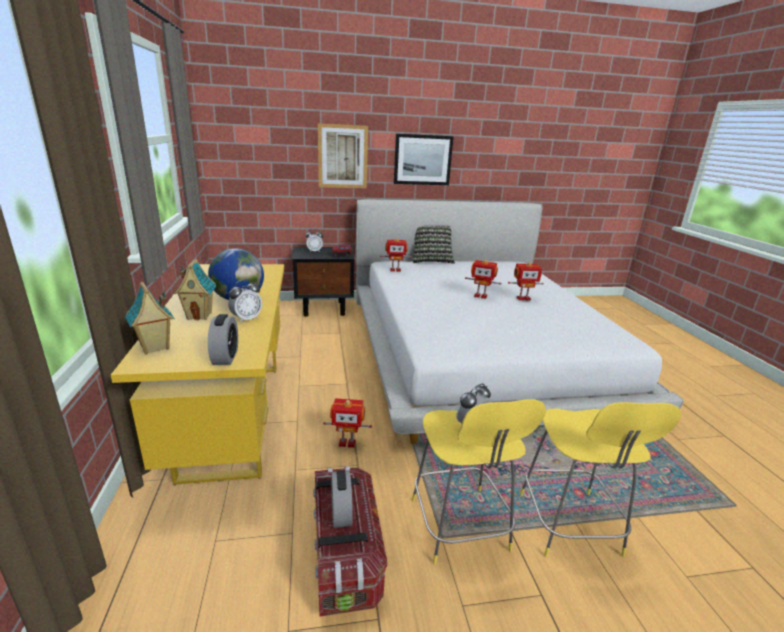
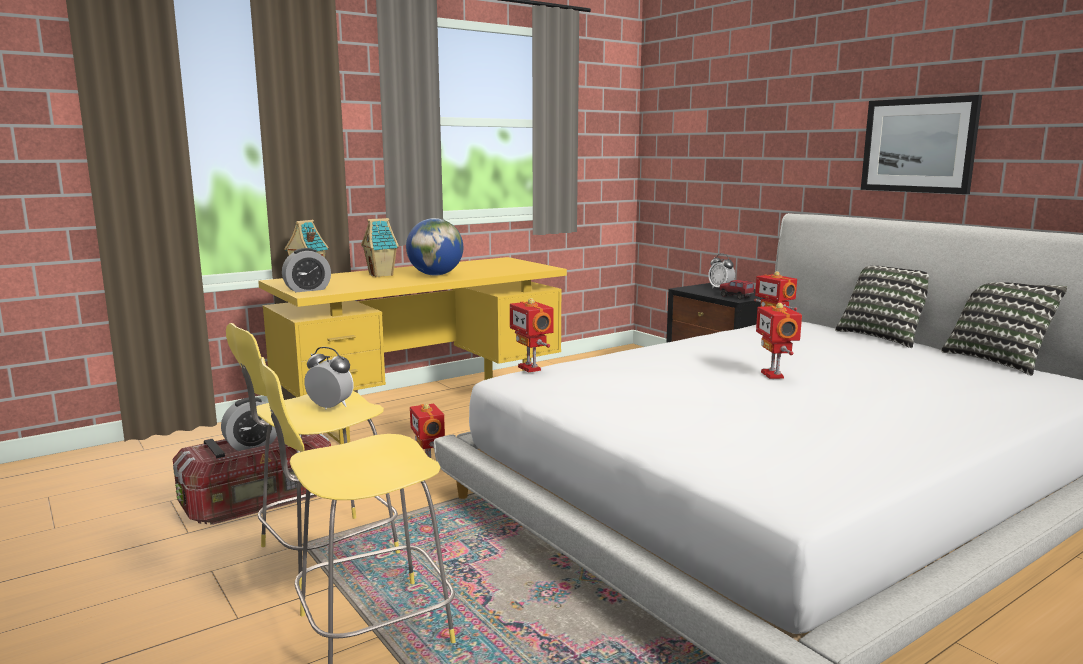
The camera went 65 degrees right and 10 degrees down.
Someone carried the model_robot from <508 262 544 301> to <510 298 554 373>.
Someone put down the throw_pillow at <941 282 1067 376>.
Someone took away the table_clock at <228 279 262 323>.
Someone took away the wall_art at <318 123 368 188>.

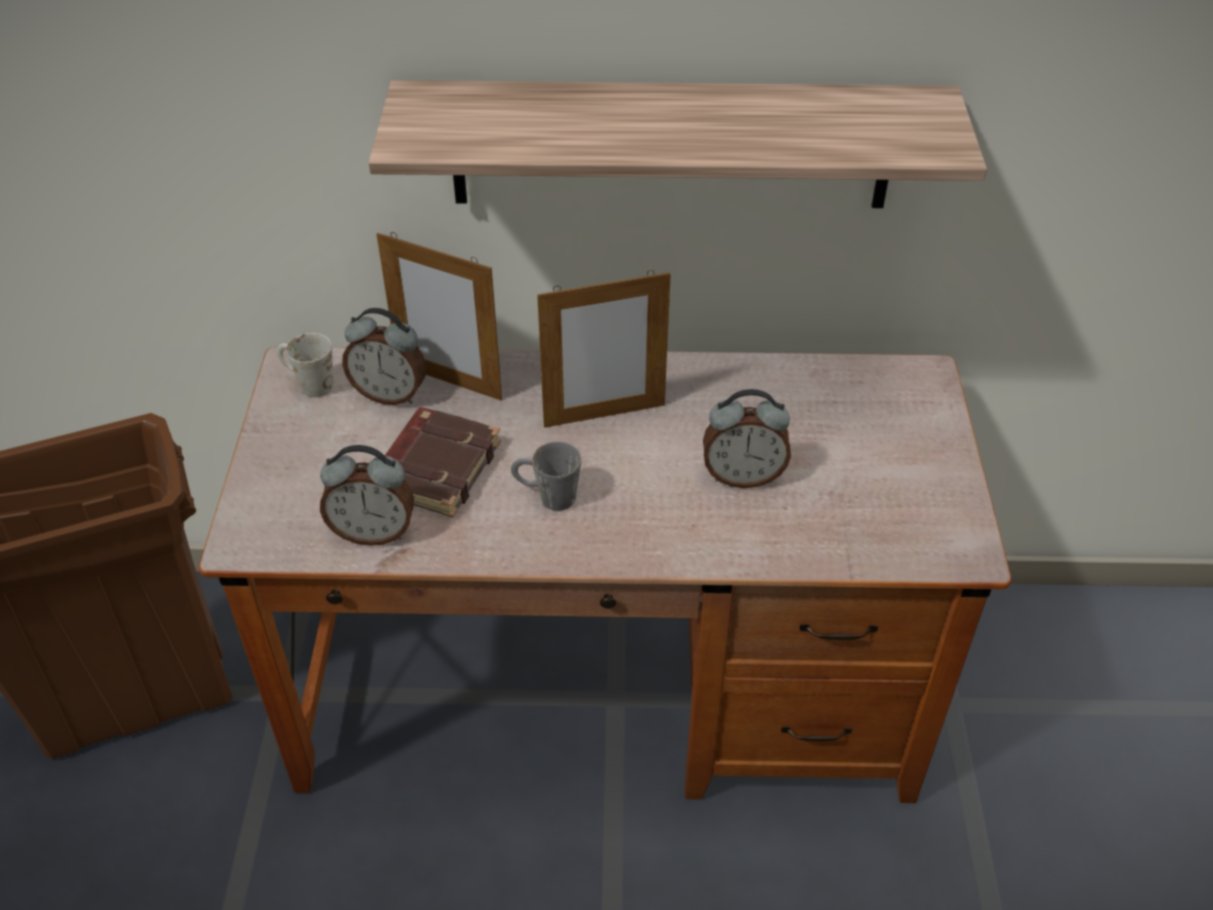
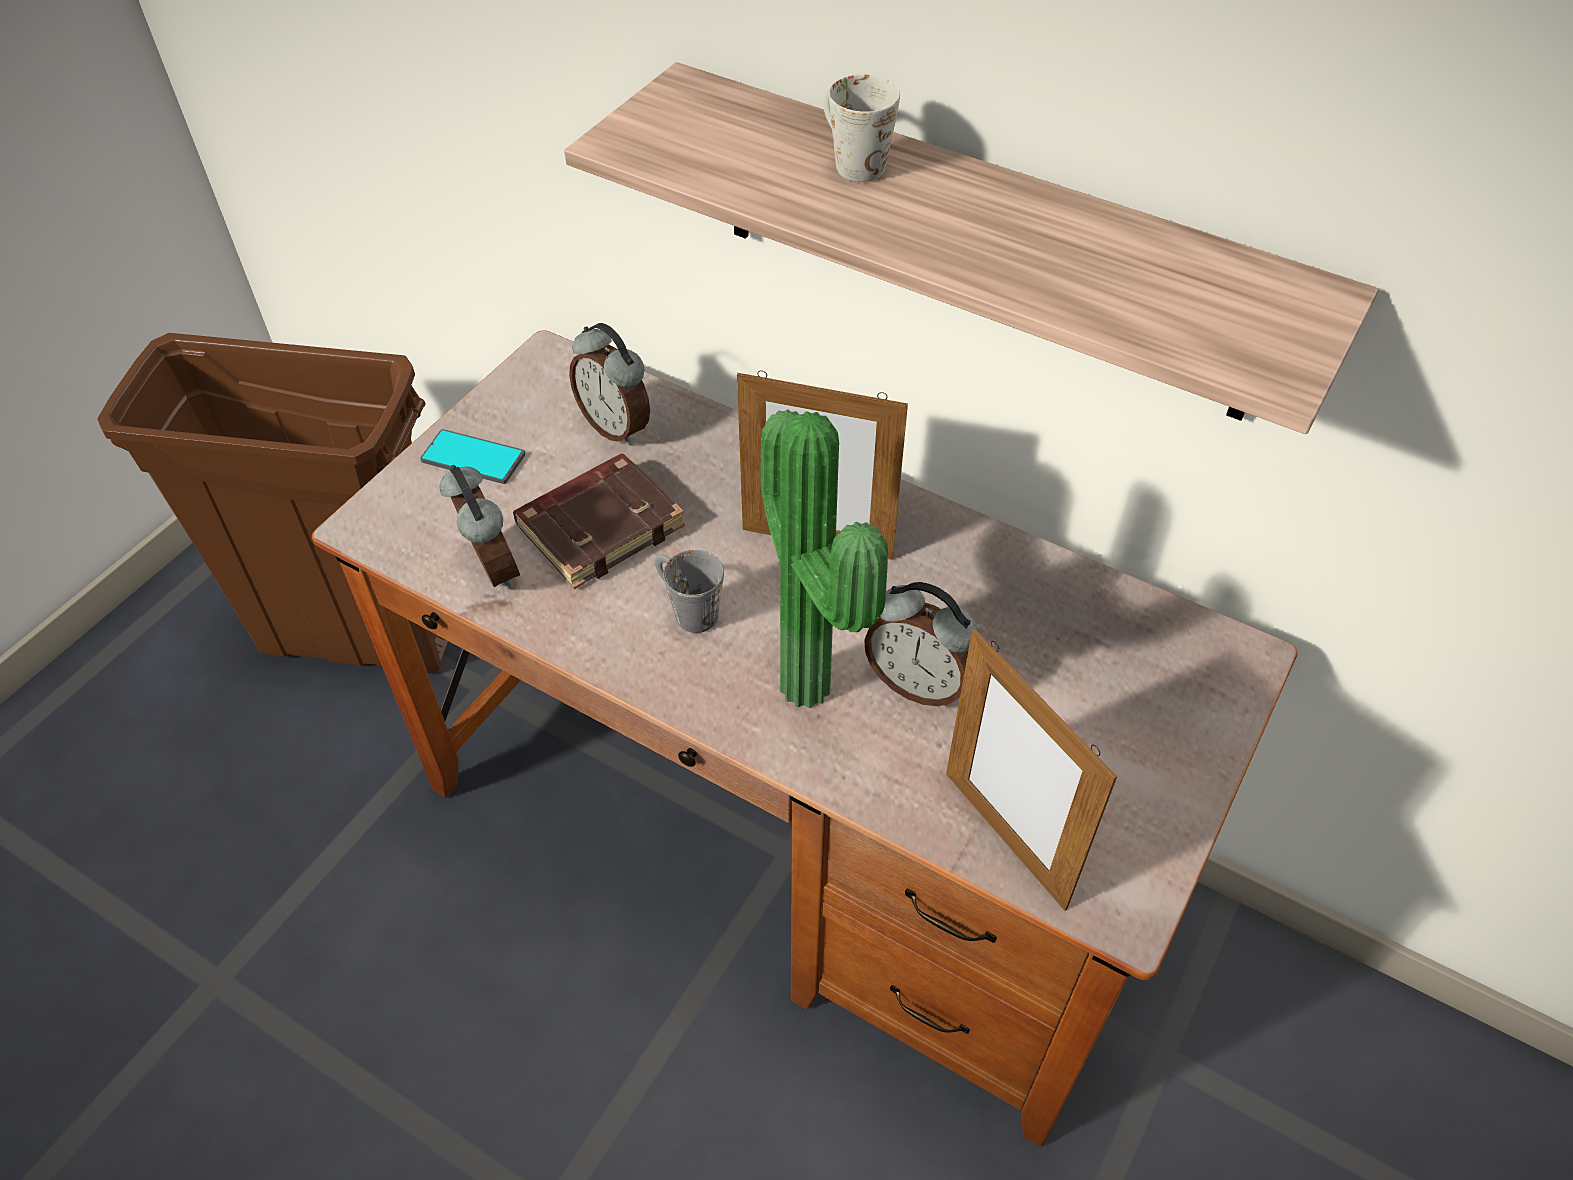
The camera went 30 degrees right and 5 degrees up.
Someone put down the telephone at <420 429 525 484>.
Someone rotated the table_clock at <320 445 414 546> by 150 degrees counterclockwise.
Someone put down the houseplant at <760 409 888 708>.
Someone carried the white_mug from <277 333 333 397> to <823 74 900 182>.
Someone carried the standing_frame from <377 232 502 400> to <946 629 1117 911>.

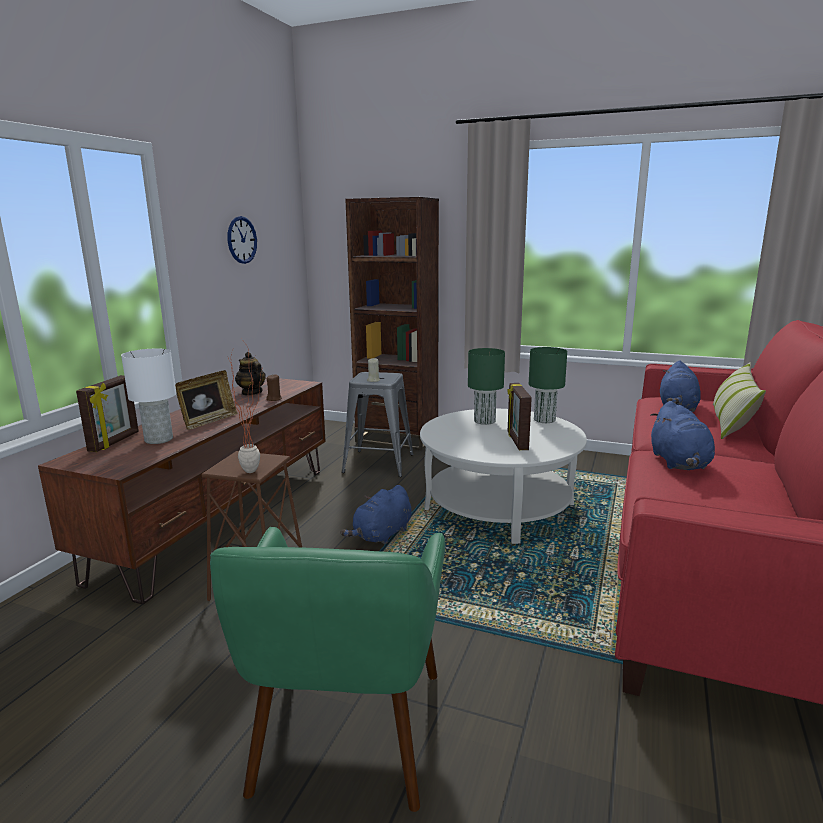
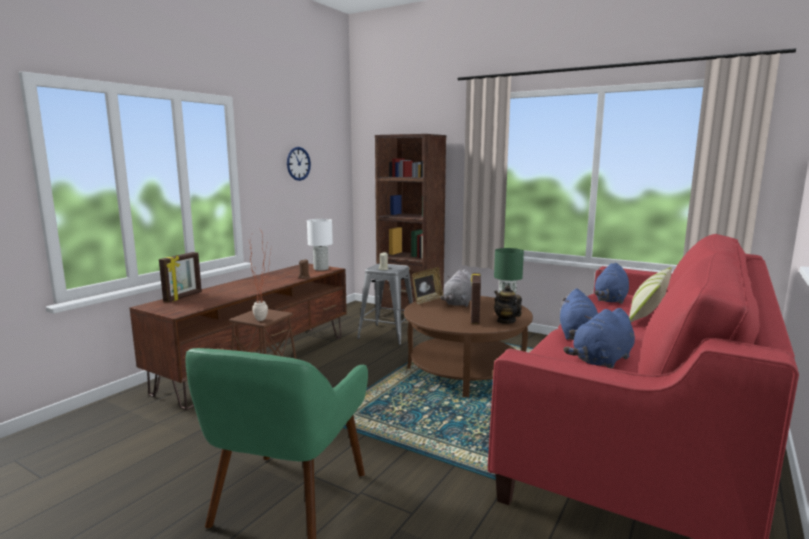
The camera went 10 degrees right and 5 degrees down.
Someone carried the white_tabletop_lamp from <121 349 176 444> to <307 219 333 271>.
Someone repainted the white_coffee_table at <420 409 587 544>, which became the brownish_coffee_table at <404 296 533 397>.
Someone carried the standing_frame from <175 370 238 430> to <412 267 444 304>.
Someone swapped the green-coloured_tabletop_lamp at <468 348 505 425> for the gray_plush_toy at <440 269 472 307>.
Someone carried the tea_pot from <235 352 266 395> to <494 285 522 324>.
Someone carried the bluish_plush_toy from <340 485 412 545> to <563 308 635 369>.

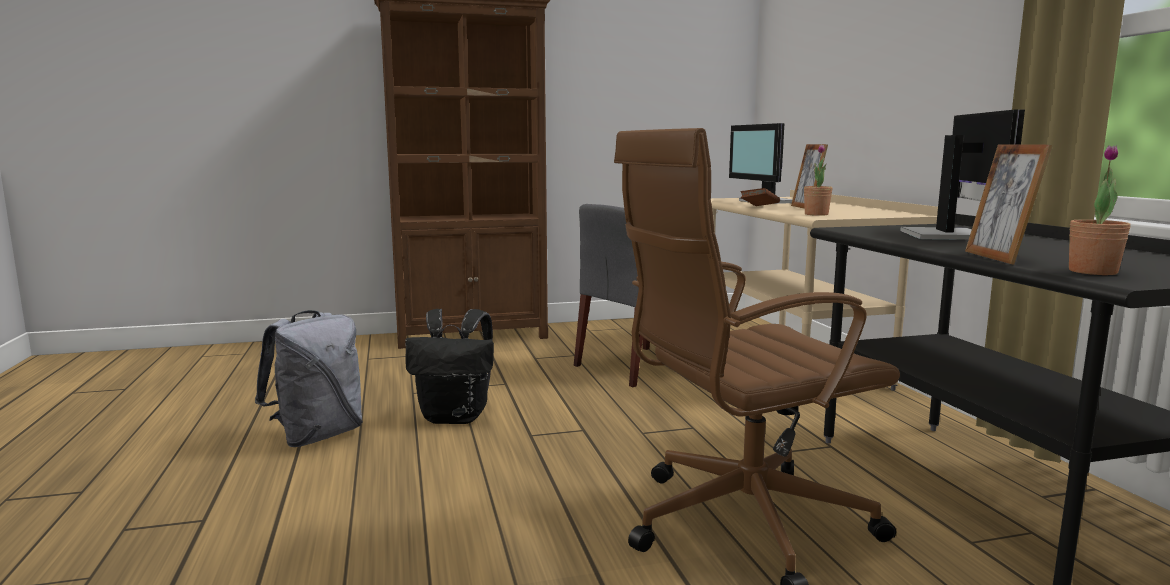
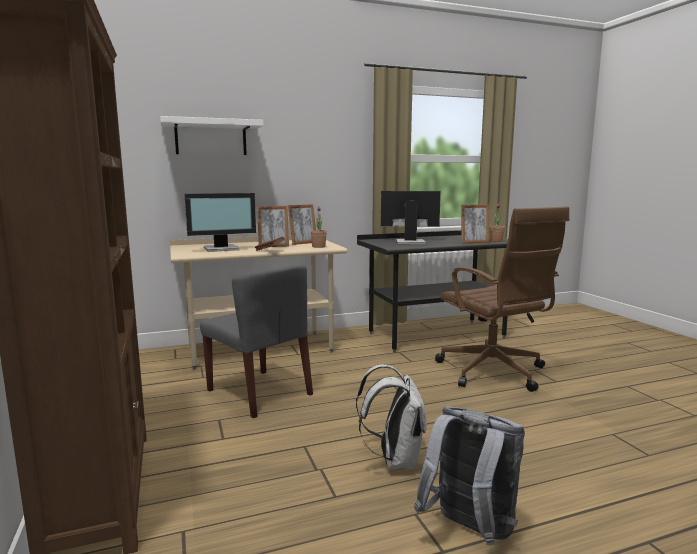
The camera went 95 degrees left and 0 degrees up.
Someone put up the white_wall_shelf at <160 116 264 155>.
Someone put down the standing_frame at <288 204 316 245>.
Someone repainted the black_rucksack at <405 309 494 424>, which became the white_rucksack at <356 364 427 469>.

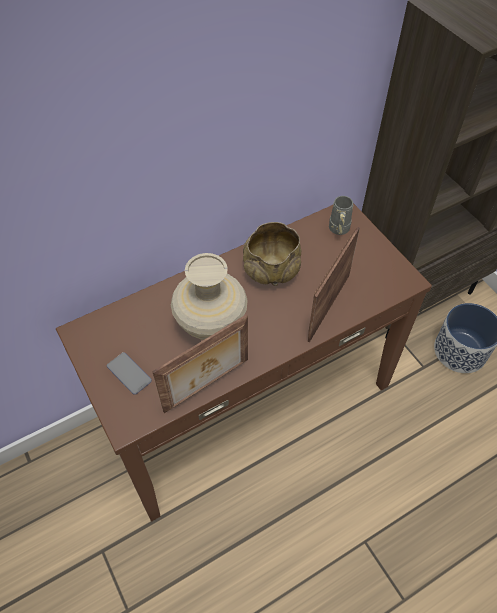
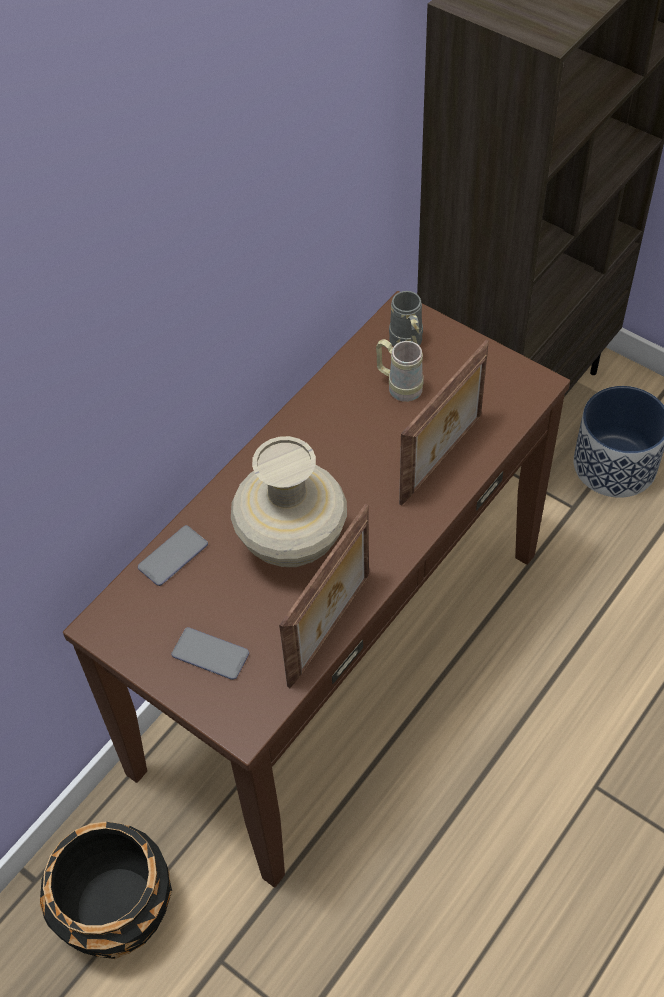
The camera went 20 degrees left and 0 degrees up.
Someone put down the black_flower_pot at <40 821 172 959>.
Someone put down the telephone at <138 525 208 586>.
Someone put down the beige-coloured_mug at <376 339 423 402>.
Someone rotated the standing_frame at <308 227 360 342> by 150 degrees counterclockwise.
Someone took away the beige-coloured_bowl at <243 222 301 286>.

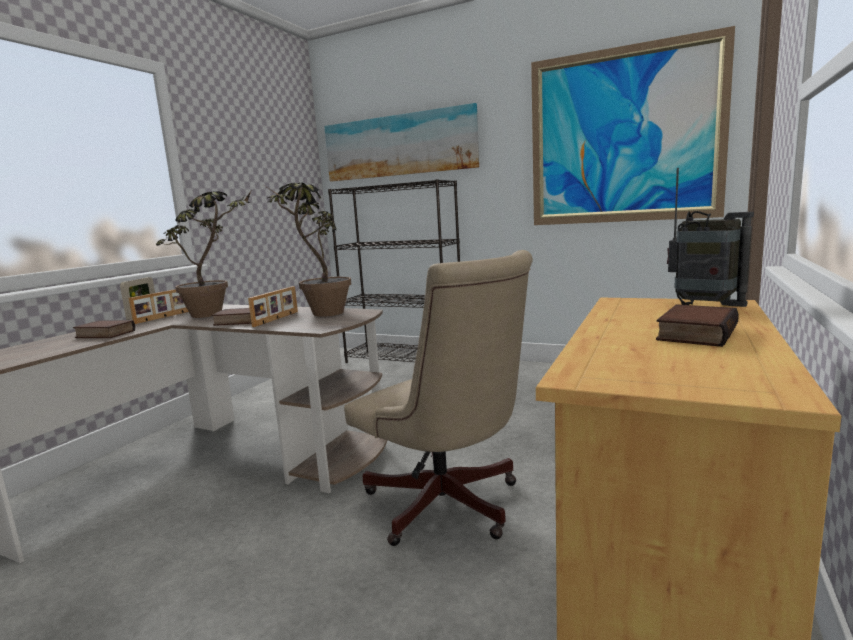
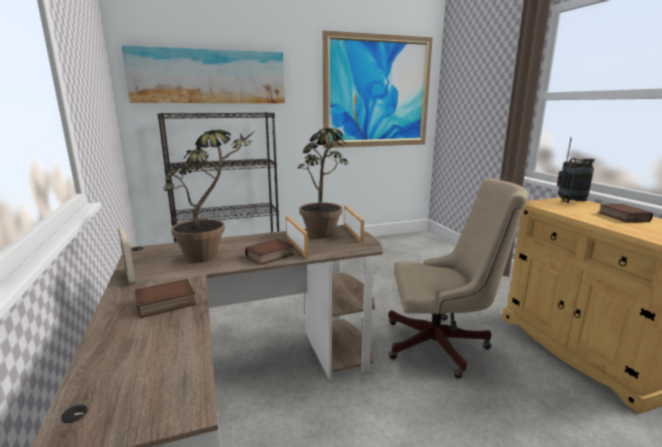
The camera went 45 degrees left and 5 degrees up.
Someone carried the standing_frame from <129 289 188 324> to <344 205 364 243>.

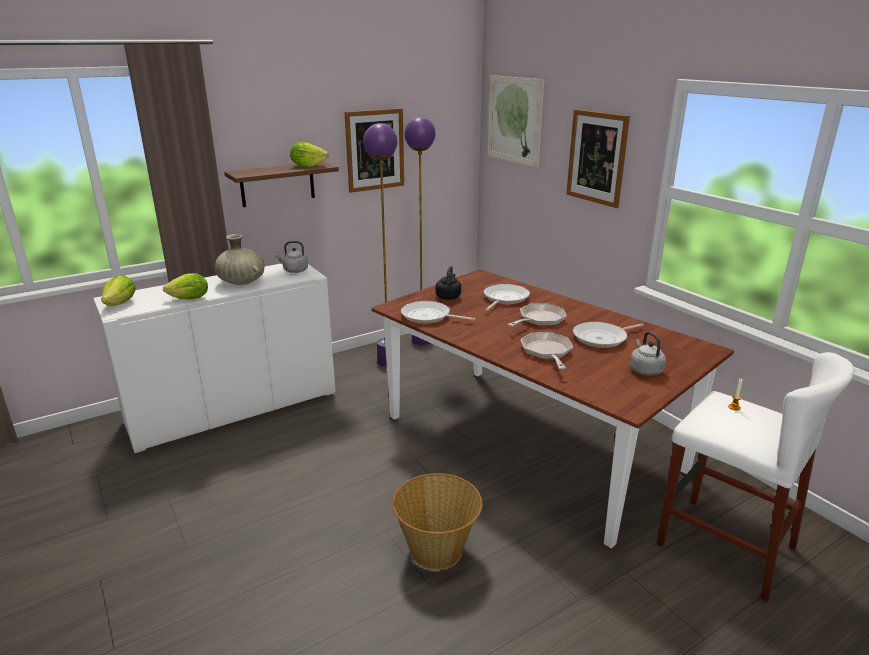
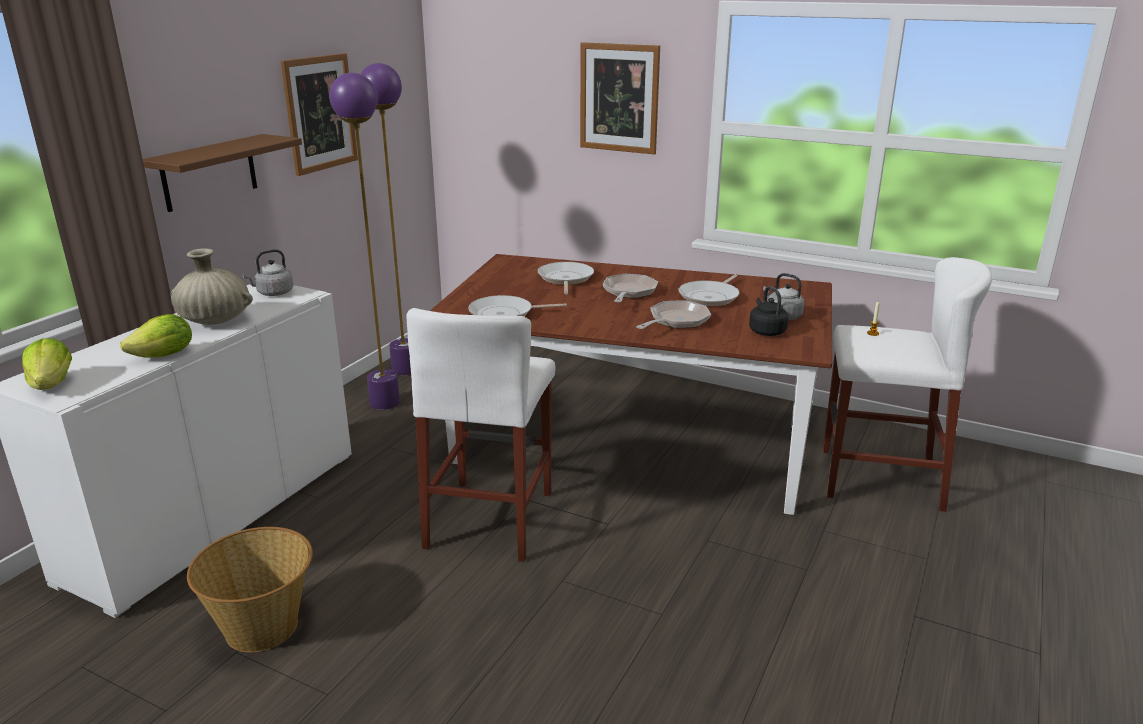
The camera went 30 degrees left and 0 degrees up.
Someone carried the household_basket from <392 473 483 570> to <187 527 313 652>.
Someone put down the white_stool at <406 308 555 562>.
Someone rotated the pan at <521 332 573 369> by 75 degrees clockwise.
Someone carried the black_water_kettle from <436 266 461 299> to <749 286 788 336>.
Someone took away the lettuce at <290 142 329 167>.
Someone took away the wall_art at <488 75 544 167>.

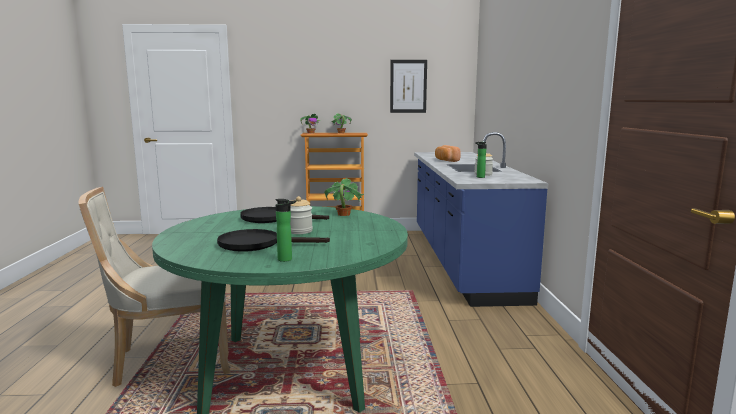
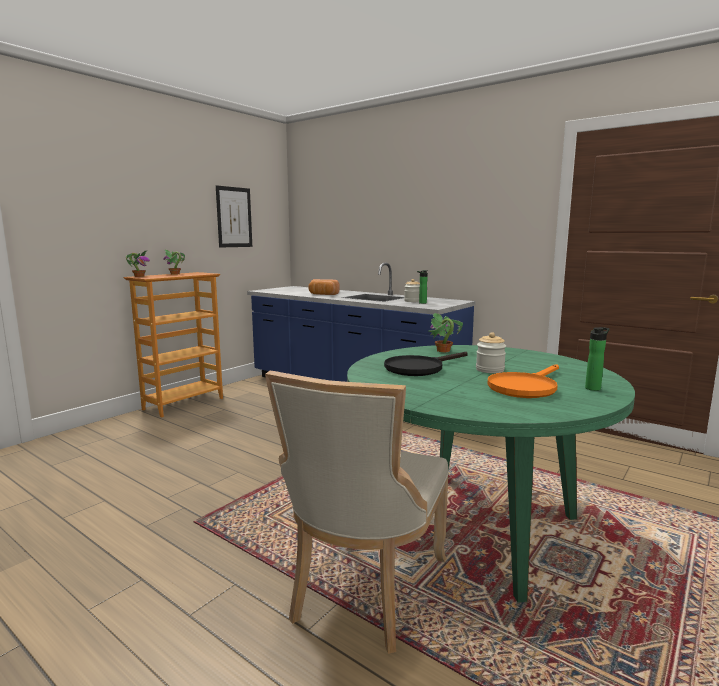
The camera went 50 degrees left and 0 degrees up.
Someone repainted the black_pan at <217 229 330 252>, which became the orange-coloured_pan at <487 364 559 398>.

